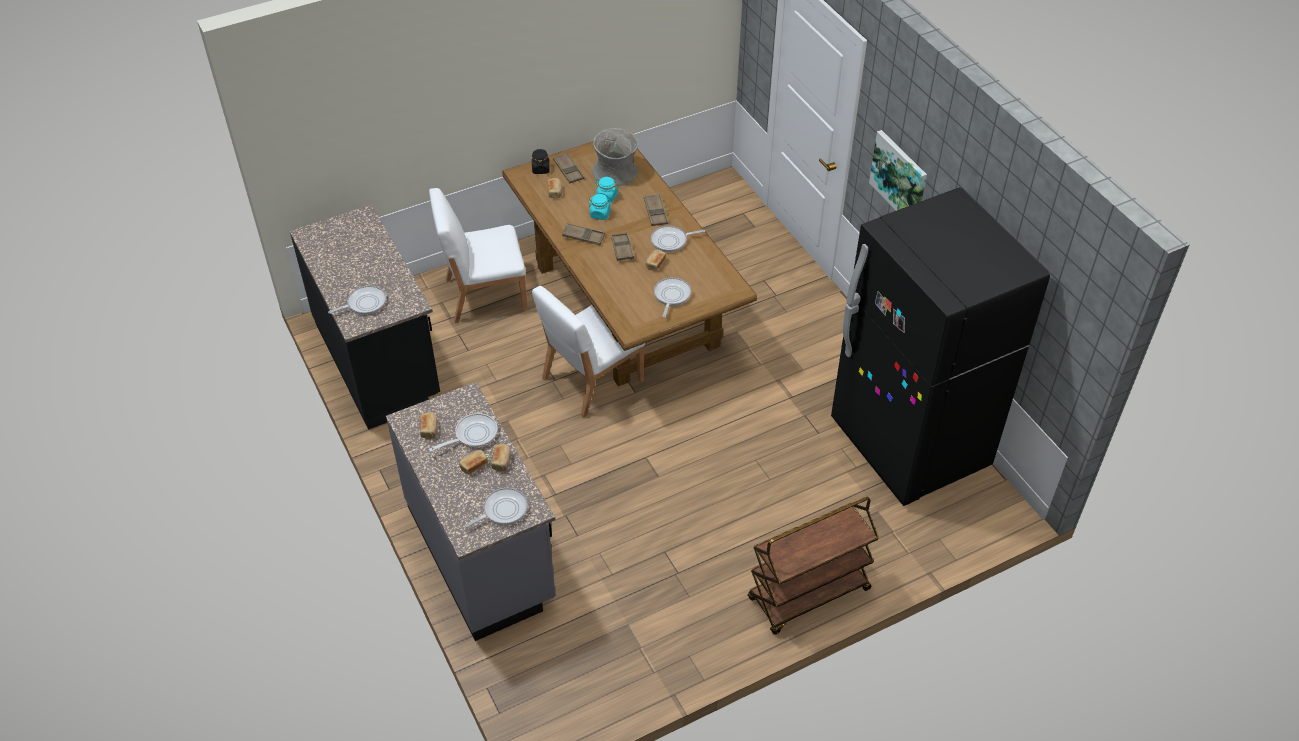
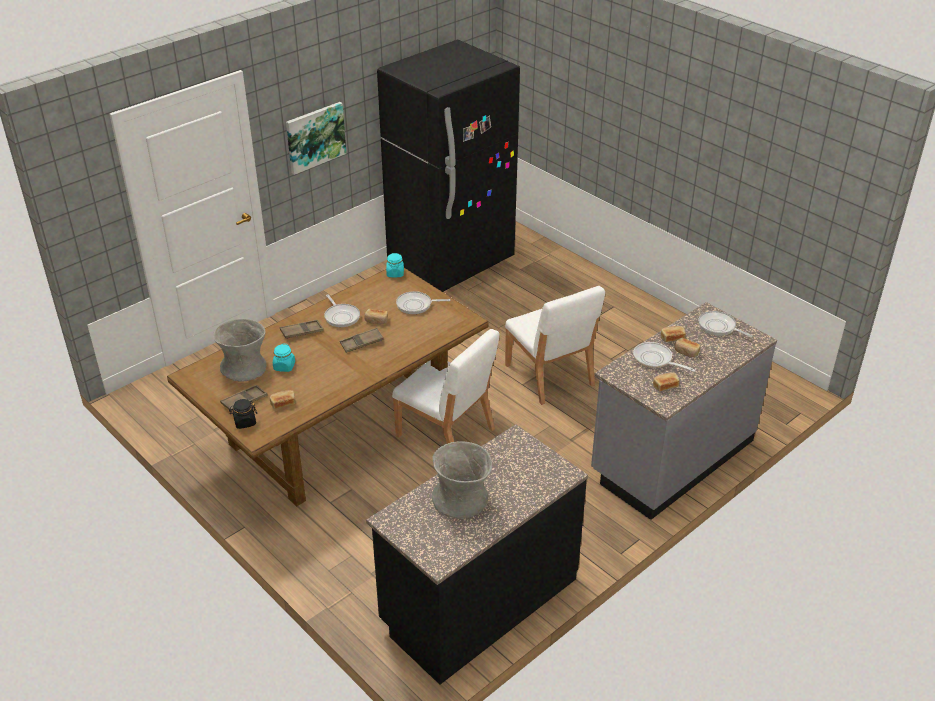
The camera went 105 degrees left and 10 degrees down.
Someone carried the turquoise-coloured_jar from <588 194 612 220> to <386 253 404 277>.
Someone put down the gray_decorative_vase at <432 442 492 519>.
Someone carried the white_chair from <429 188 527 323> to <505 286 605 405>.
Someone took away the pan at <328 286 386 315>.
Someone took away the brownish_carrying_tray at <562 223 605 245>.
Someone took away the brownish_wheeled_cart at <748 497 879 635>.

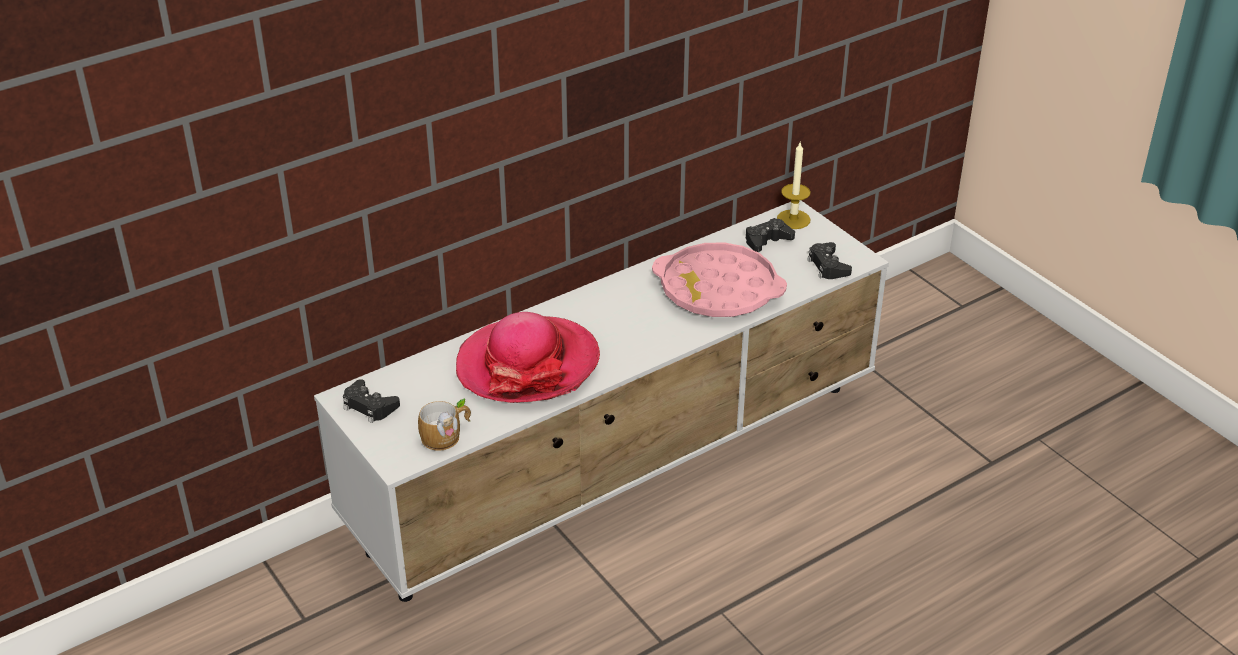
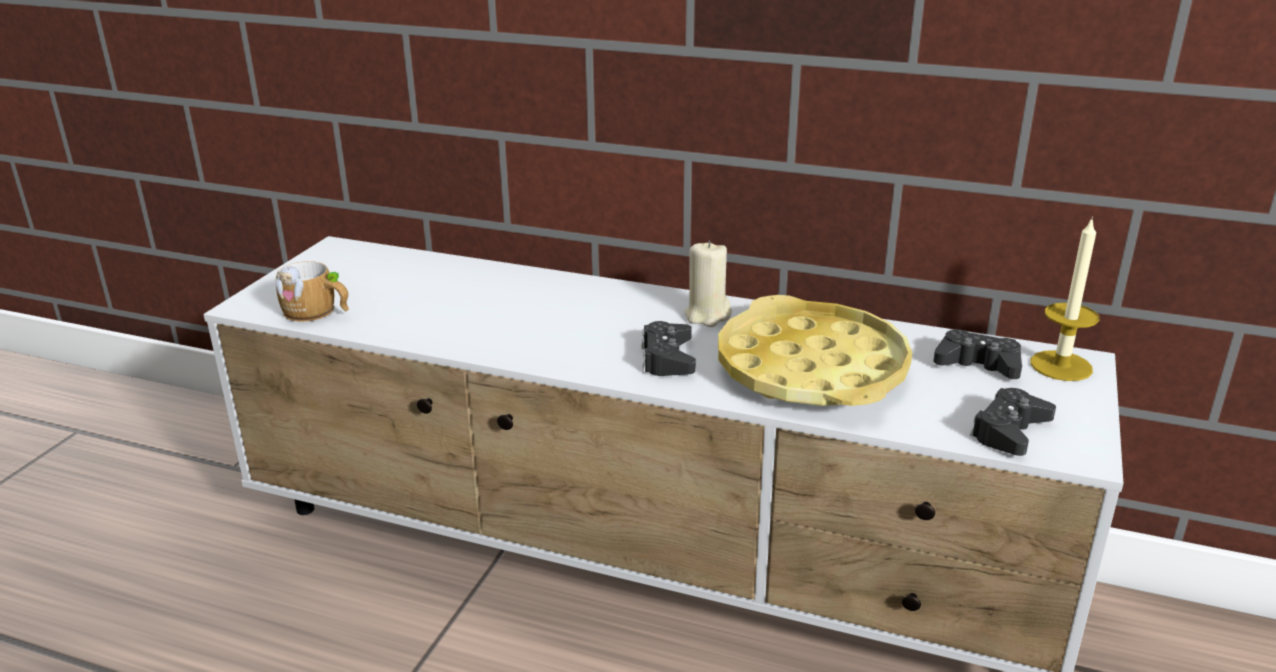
The camera went 55 degrees right and 10 degrees down.
Someone carried the black_gamepad from <343 379 400 423> to <642 321 696 376>.
Someone put down the beige-coloured_wax_light at <684 241 731 327>.
Someone repainted the pink-coloured_carrying_tray at <652 242 787 317>, which became the yellow_carrying_tray at <718 295 912 406>.
Someone took away the hat at <456 312 600 403>.

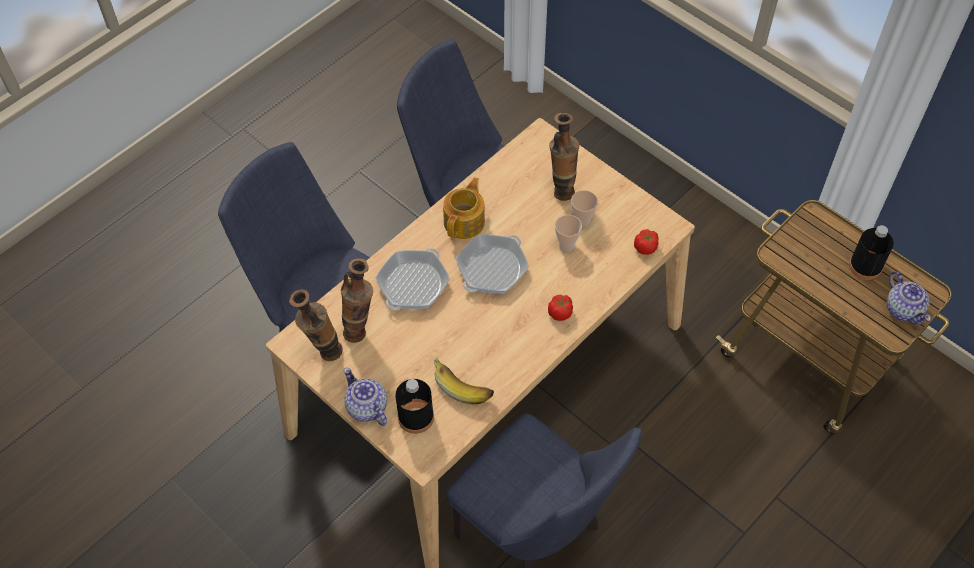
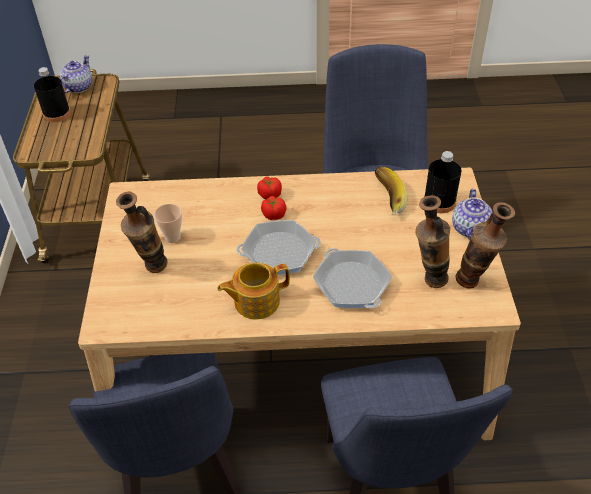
The camera went 135 degrees left and 10 degrees down.
Someone carried the whole_tomato from <634 229 659 255> to <261 196 286 220>.
Someone rotated the pan at <375 248 450 310> by 75 degrees clockwise.
Someone took away the small_cup at <555 215 582 252>.

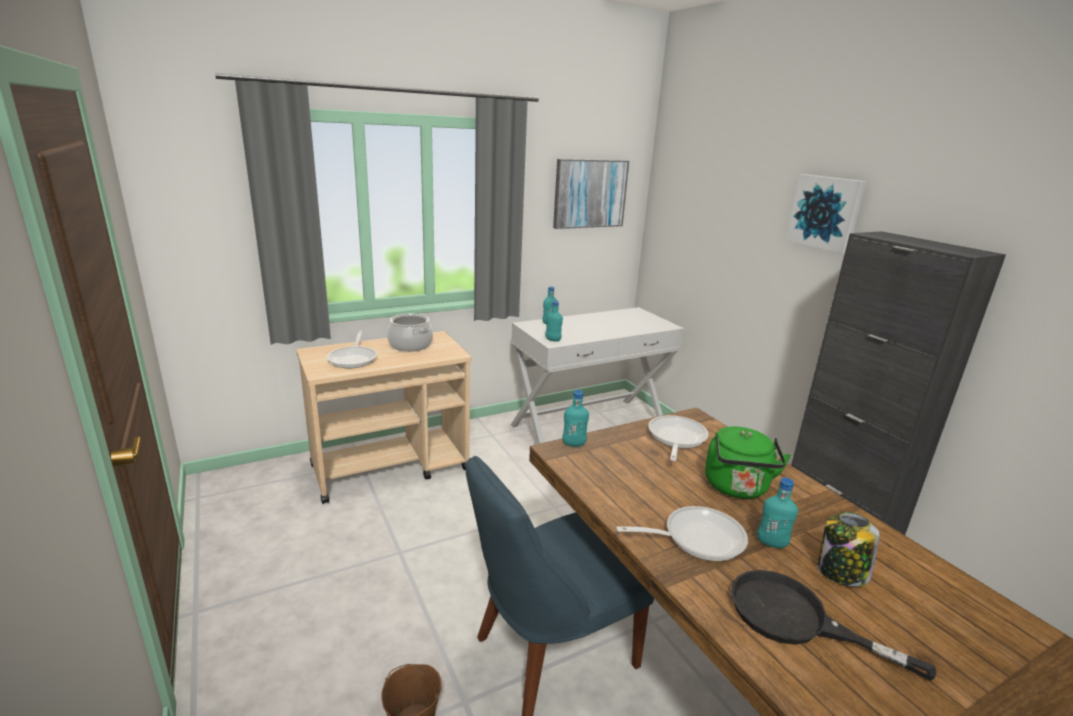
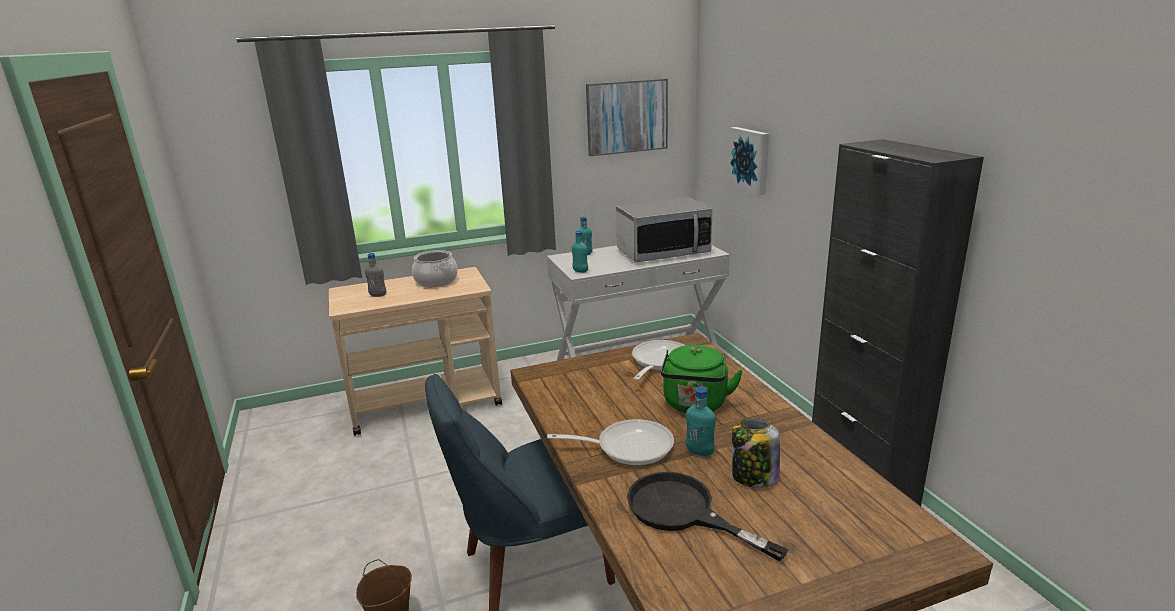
The camera went 10 degrees right and 0 degrees up.
Someone swapped the pan at <327 331 377 368> for the gray_beverage_bottle at <365 253 386 297>.
Someone put down the microwave at <616 197 713 262>.
Someone carried the wall_art from <786 174 866 254> to <728 127 769 195>.
Someone took away the turquoise-coloured_beverage_bottle at <562 390 589 447>.

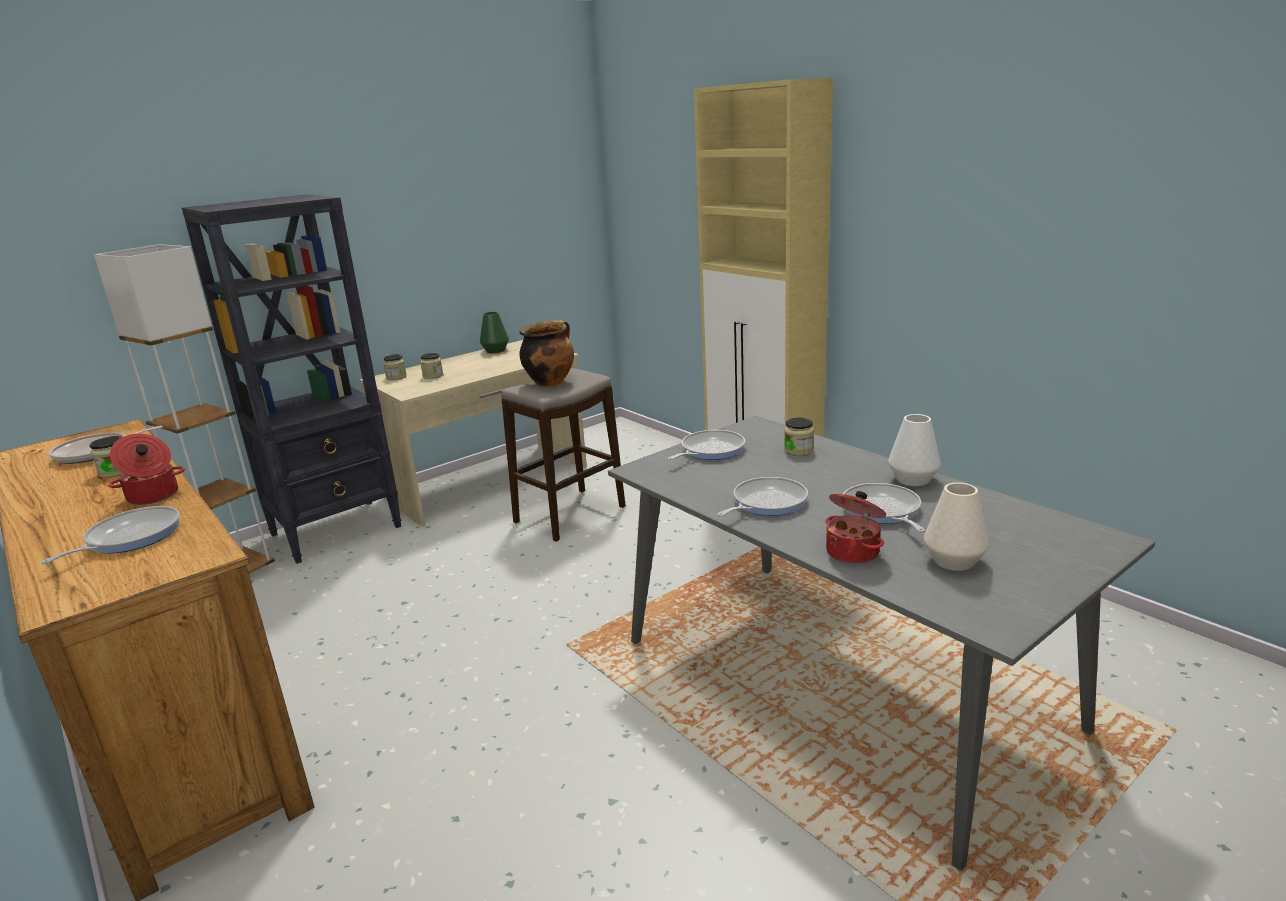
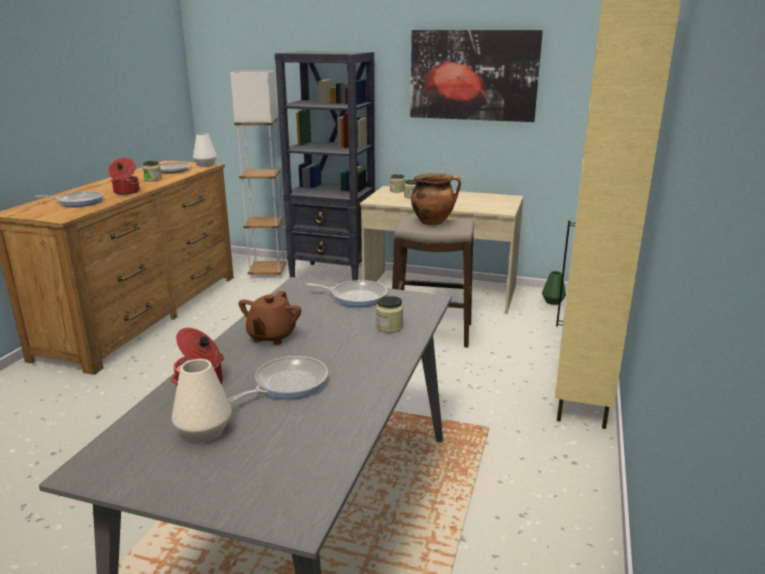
The camera went 55 degrees right and 0 degrees up.
Someone carried the white_decorative_vase from <888 414 941 486> to <193 134 217 167>.
Someone swapped the pan at <717 477 808 517> for the brownish_tea_pot at <239 291 301 345>.
Someone put up the wall_art at <410 30 543 122>.
Someone carried the green-coloured_decorative_vase from <480 312 509 353> to <542 271 566 305>.

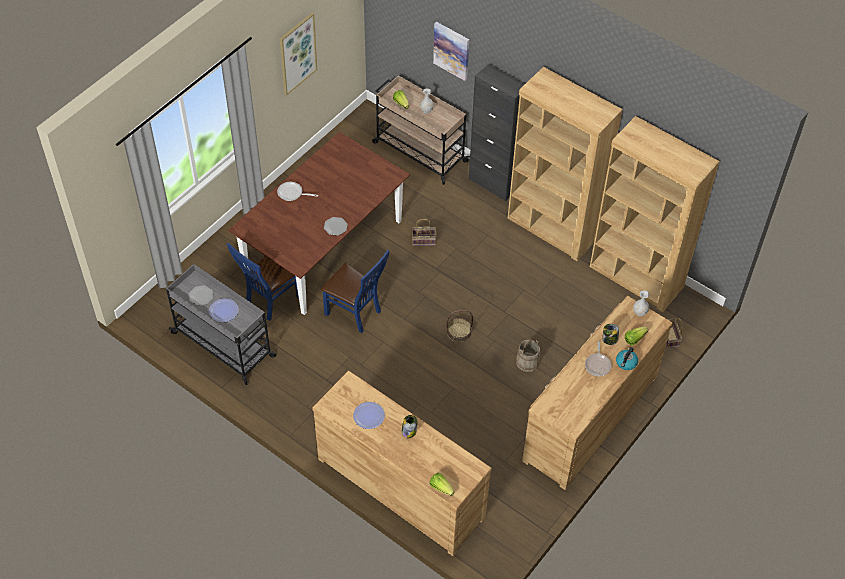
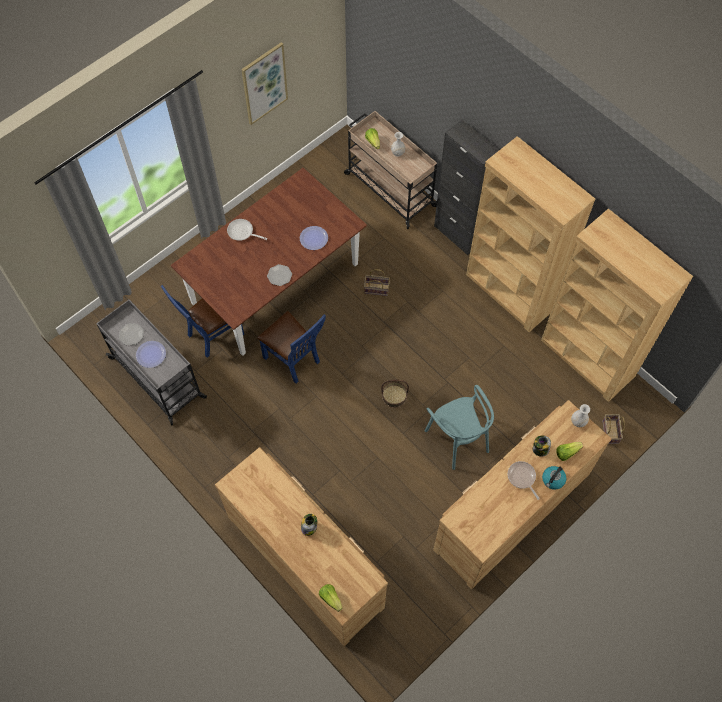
The camera went 10 degrees right and 10 degrees up.
Someone carried the plate from <353 402 385 429> to <300 226 328 250>.
Someone swapped the beige-coloured_bucket at <516 339 540 372> for the turquoise-coloured_chair at <425 385 494 470>.
Someone rotated the pan at <585 341 612 376> by 135 degrees clockwise.
Someone took away the wall_art at <433 22 469 81>.

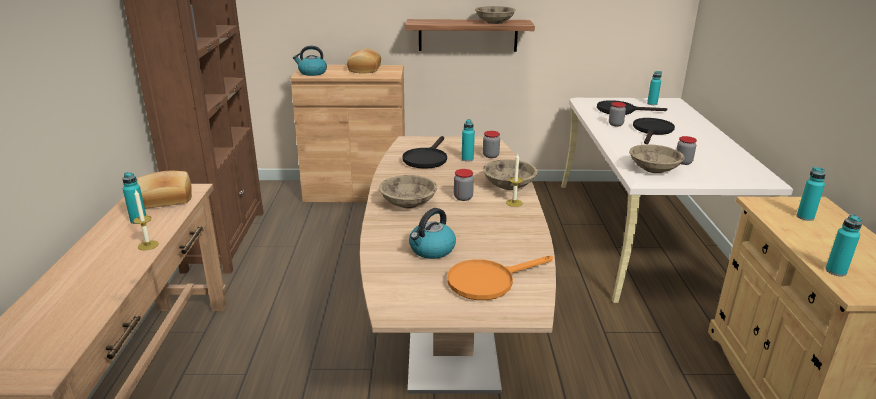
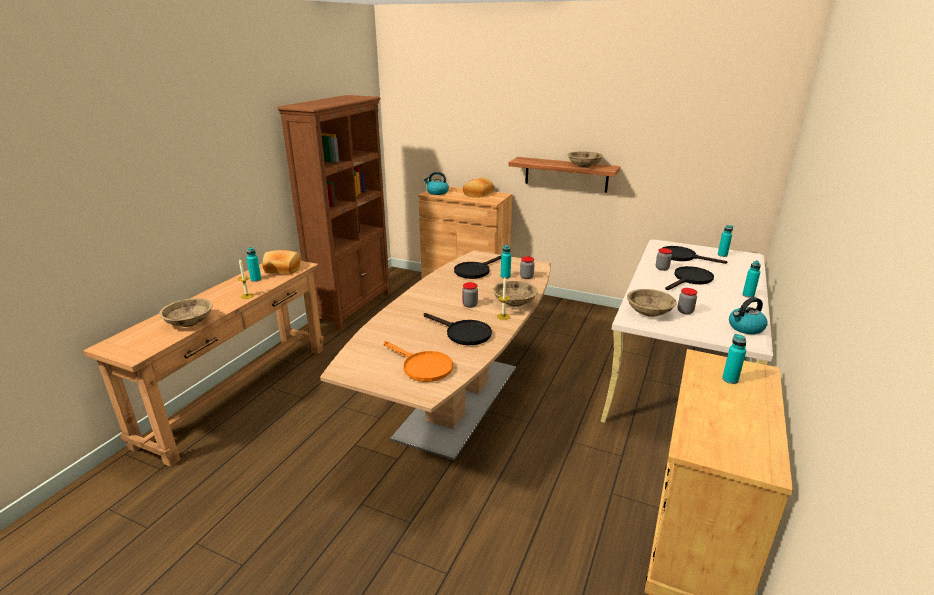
The camera went 25 degrees right and 0 degrees up.
Someone carried the beige-coloured_bowl from <379 175 437 208> to <159 298 213 327>.
Someone rotated the orange-coloured_pan at <447 256 553 300> by 135 degrees counterclockwise.
Someone put down the black_pan at <424 313 492 345>.
Someone carried the water_kettle from <409 208 456 259> to <729 297 767 334>.
Someone carried the turquoise-coloured_beverage_bottle from <825 214 862 276> to <742 261 761 298>.

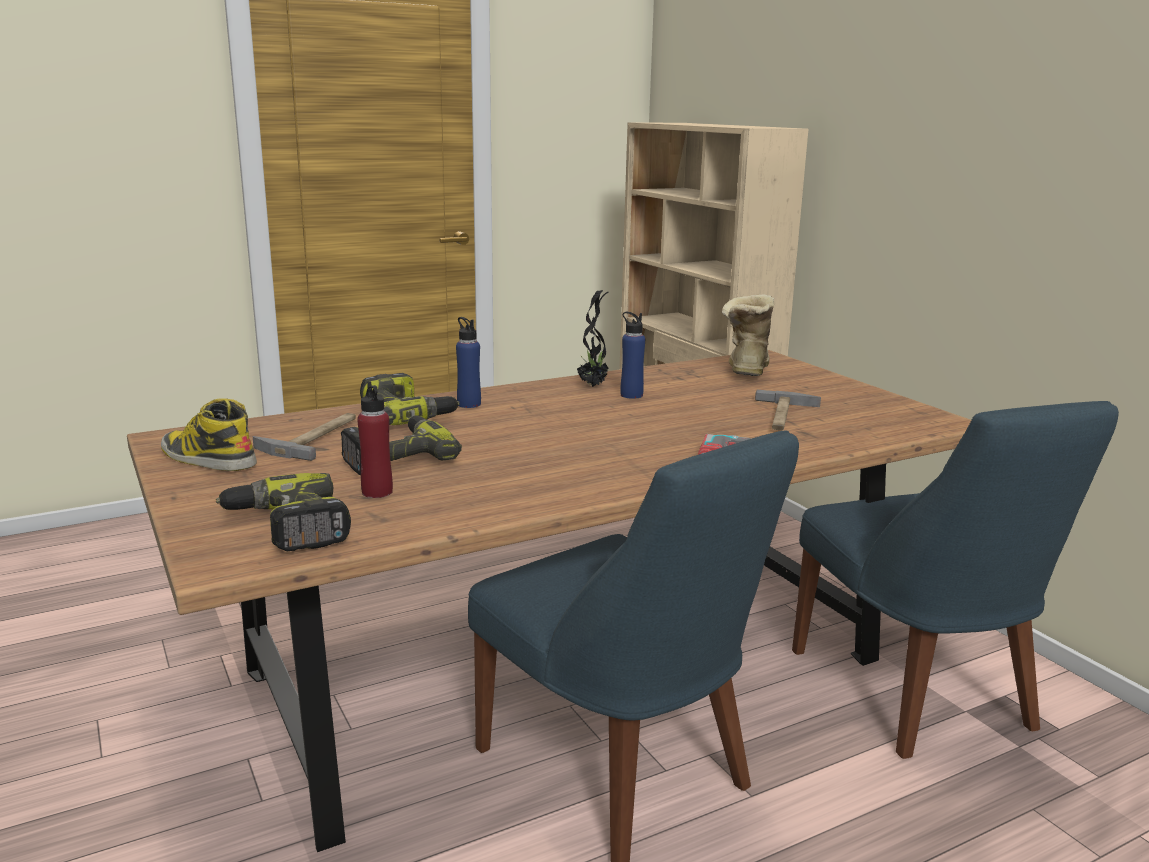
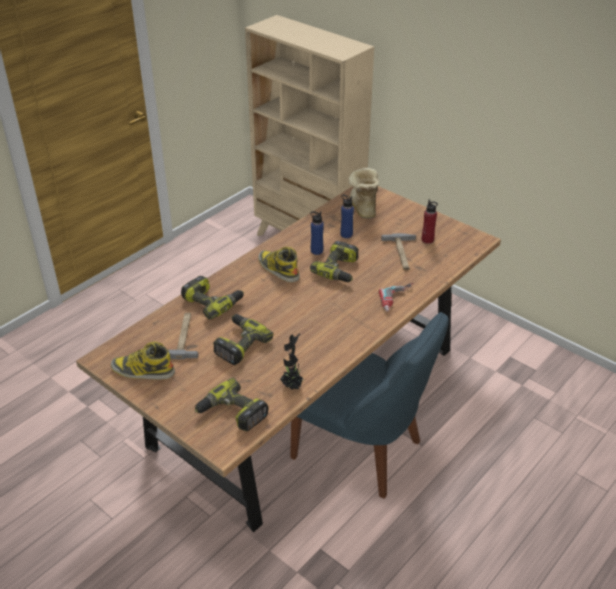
The camera went 20 degrees left and 20 degrees up.
Someone put down the boot at <258 247 300 282>.
Someone carried the houseplant from <577 290 610 387> to <280 333 306 390>.
Someone put down the power_drill at <310 241 359 282>.
Someone carried the bluish_beverage_bottle from <456 317 481 408> to <340 195 354 238>.
Someone carried the red_beverage_bottle from <357 382 393 498> to <422 199 438 244>.
Someone took away the bluish_chair at <792 401 1119 759>.

